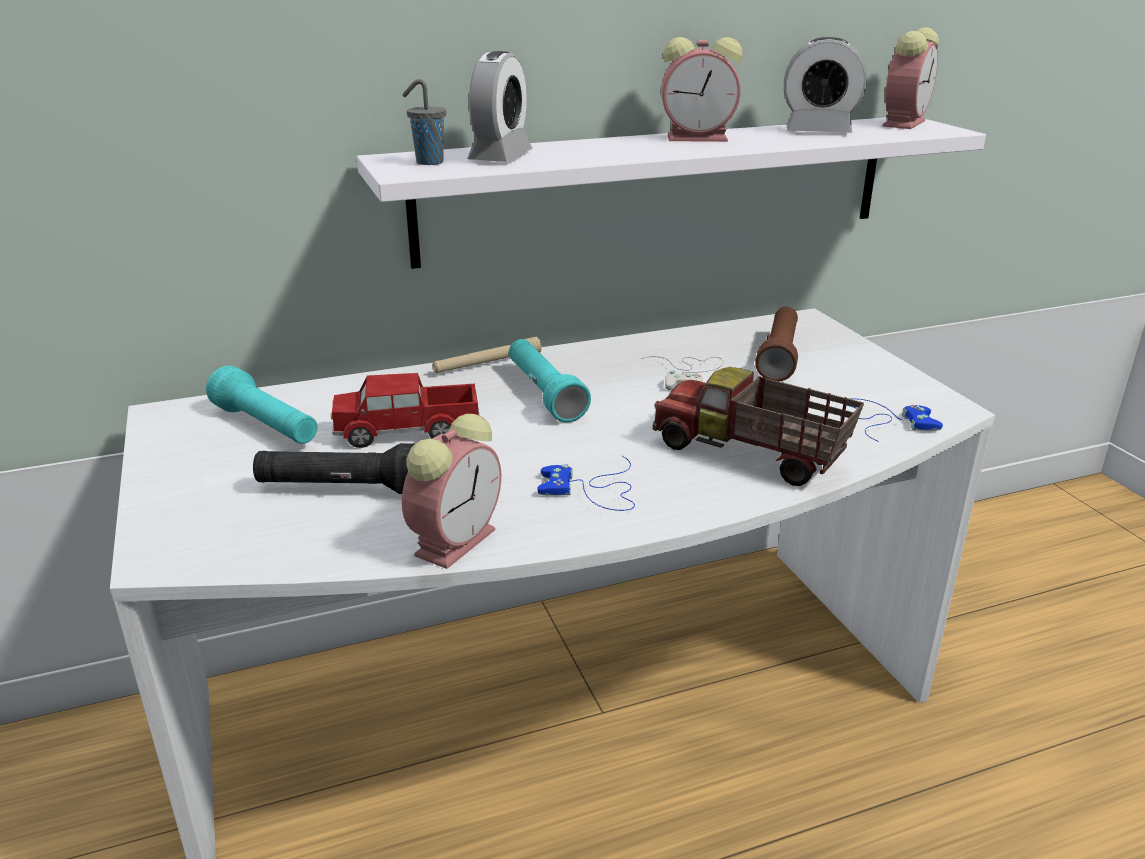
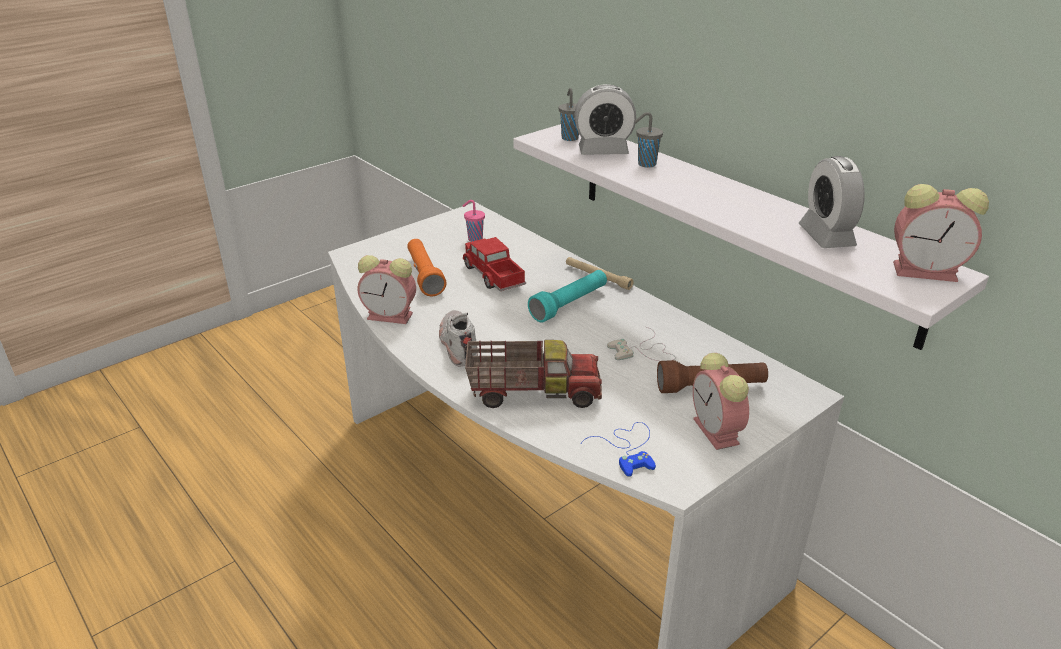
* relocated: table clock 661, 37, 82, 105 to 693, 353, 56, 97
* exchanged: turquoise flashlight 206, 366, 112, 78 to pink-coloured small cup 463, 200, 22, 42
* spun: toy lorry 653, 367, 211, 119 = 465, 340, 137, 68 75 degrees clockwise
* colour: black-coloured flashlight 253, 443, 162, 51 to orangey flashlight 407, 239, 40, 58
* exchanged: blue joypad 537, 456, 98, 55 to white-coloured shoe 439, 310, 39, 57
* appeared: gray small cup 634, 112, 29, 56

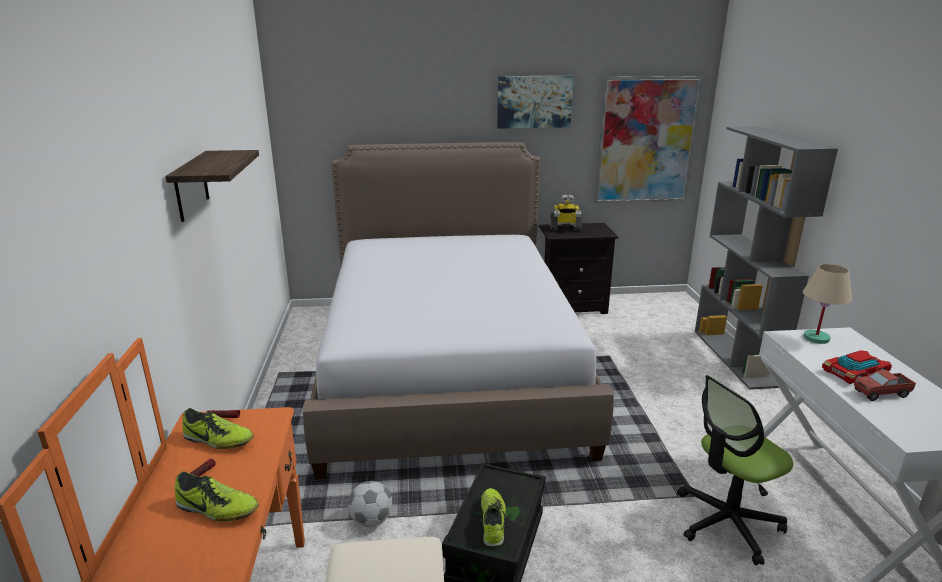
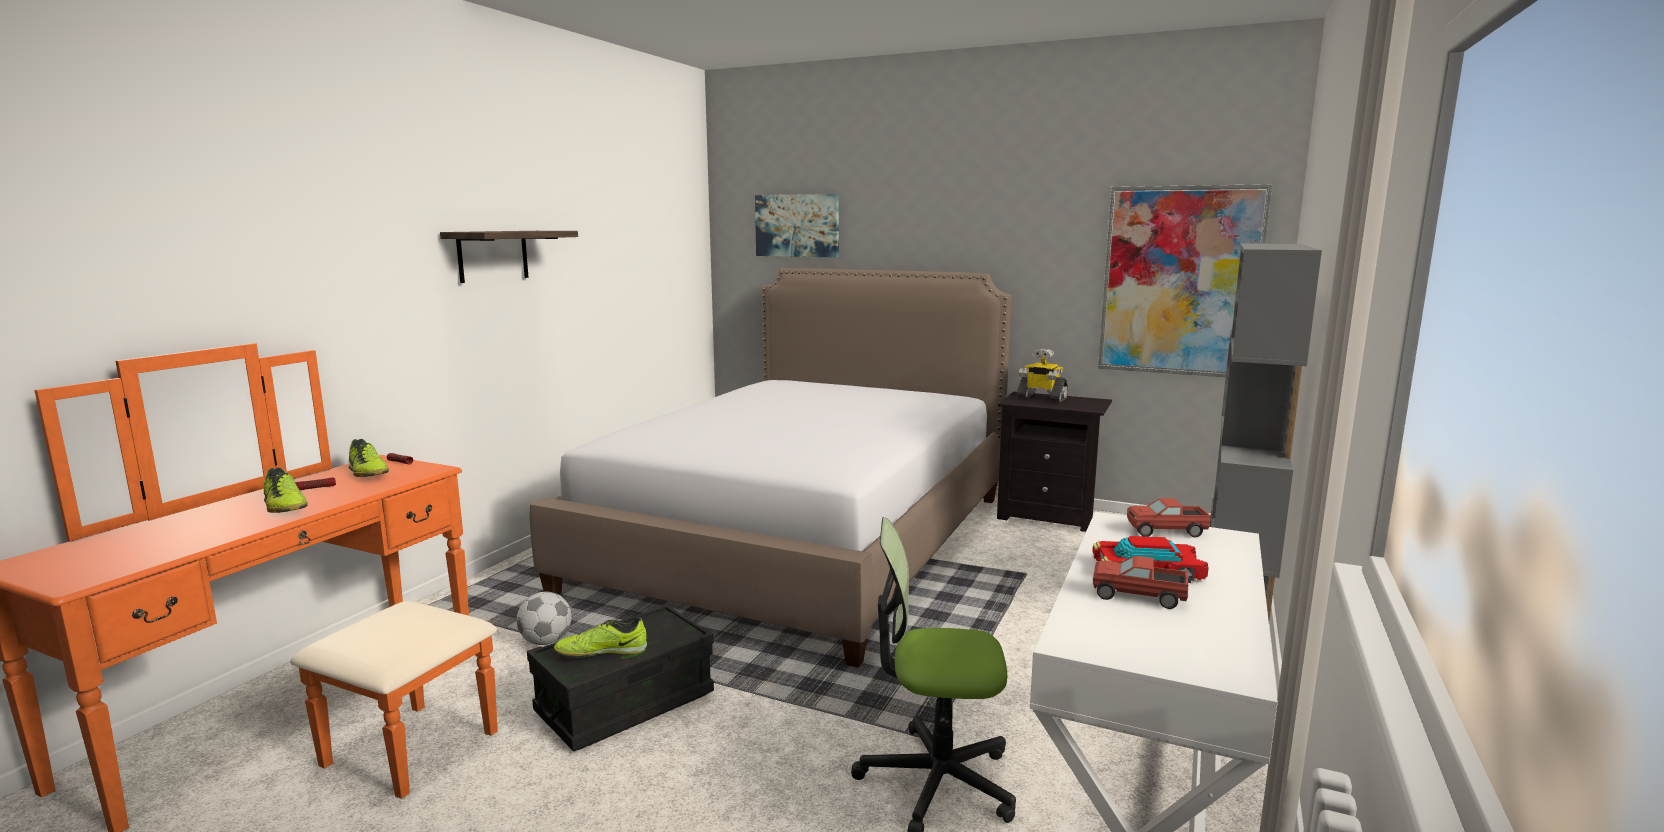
* relocated: picture 497, 76, 77, 53 to 755, 194, 84, 64
* exchanged: beige-coloured lamp for a table 803, 264, 49, 80 to toy lorry 1127, 498, 84, 40
* spun: shoe 481, 488, 25, 59 = 554, 617, 93, 41 135 degrees counterclockwise

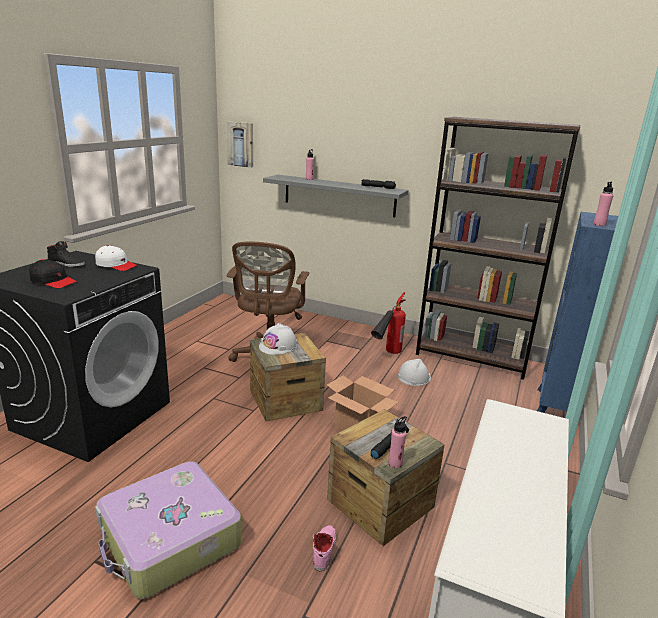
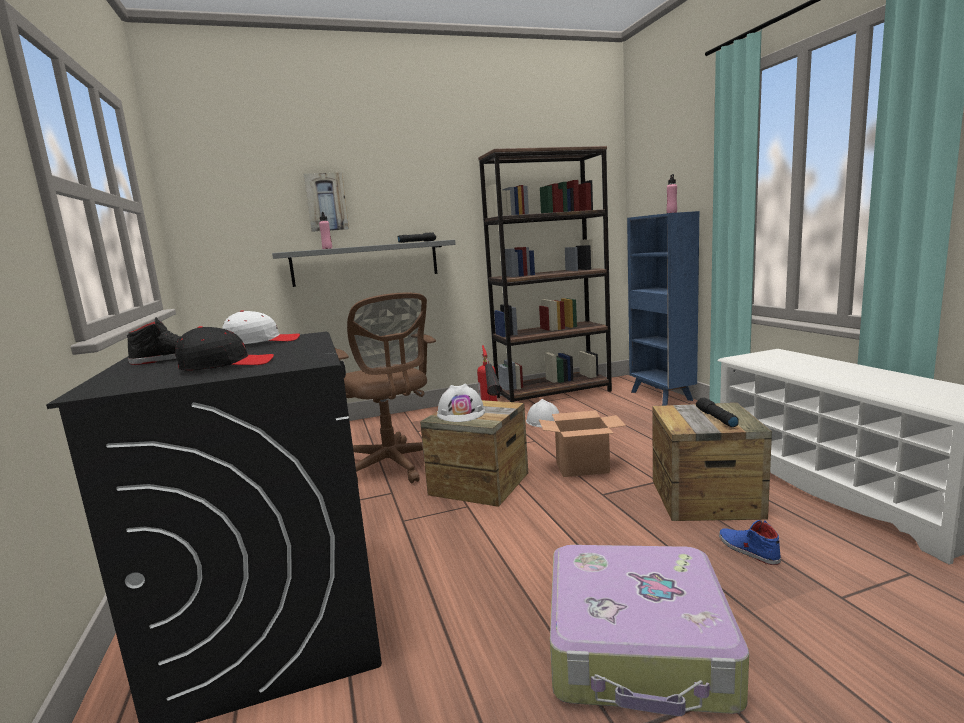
* relocated: picture 227, 122, 26, 46 to 304, 172, 45, 60
* missing: pink-coloured drink bottle 388, 416, 19, 52
* colour: pink-coloured shoe 312, 525, 24, 46 to blue shoe 719, 520, 62, 45

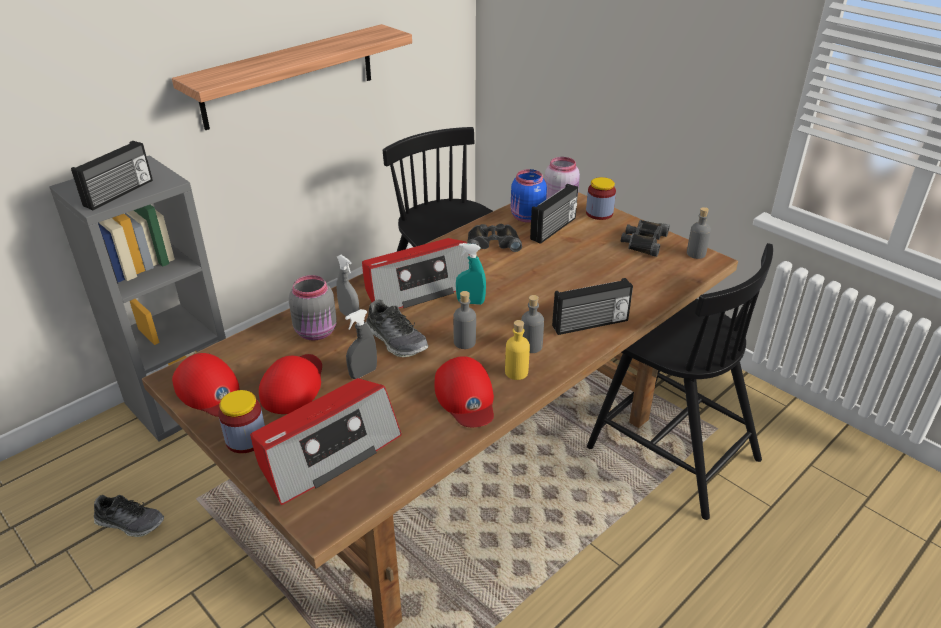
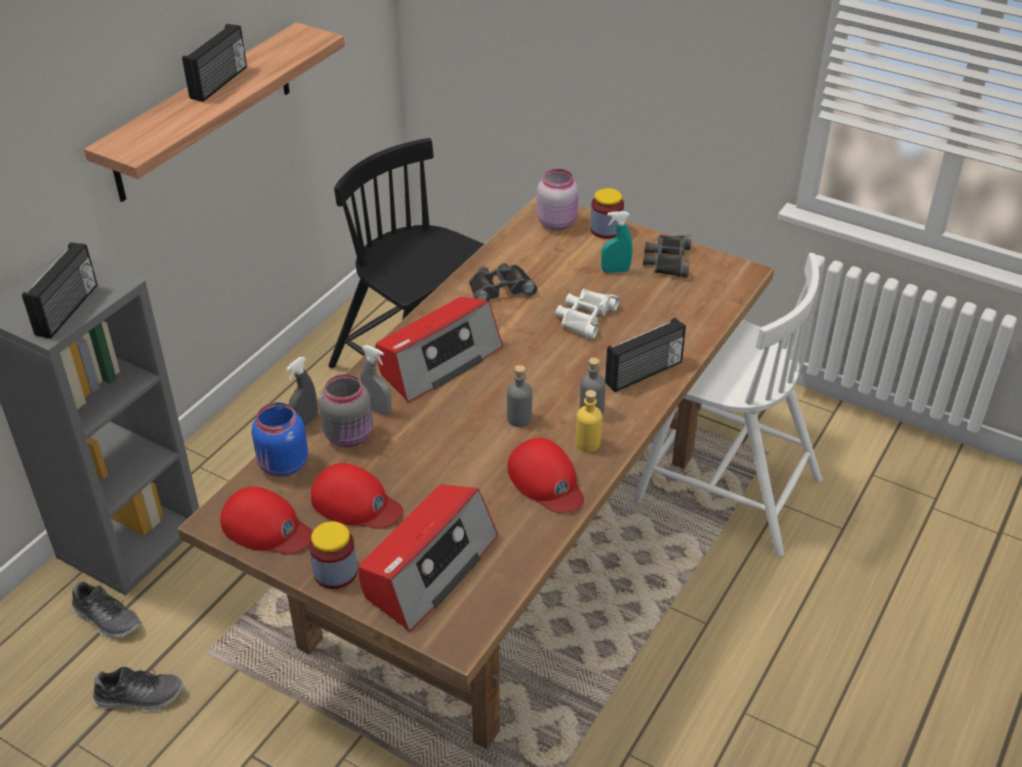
* relocated: blue preserve jar 511, 169, 36, 54 to 252, 402, 56, 75
* relocated: radio 530, 184, 48, 60 to 182, 24, 65, 78
* missing: gray drink bottle 687, 207, 24, 52
* relocated: turquoise sprayer 456, 243, 30, 62 to 601, 211, 32, 62
* colour: black-coloured upright chair 587, 243, 186, 277 to white-coloured upright chair 634, 253, 188, 304
* relocated: shoe 366, 299, 63, 58 to 72, 581, 69, 58
* relocated: gray sprayer 345, 309, 32, 70 to 286, 357, 32, 70
* spun: red cap 259, 354, 63, 60 = 311, 463, 92, 66 120 degrees clockwise
* appeared: white-coloured field glasses 556, 289, 64, 50

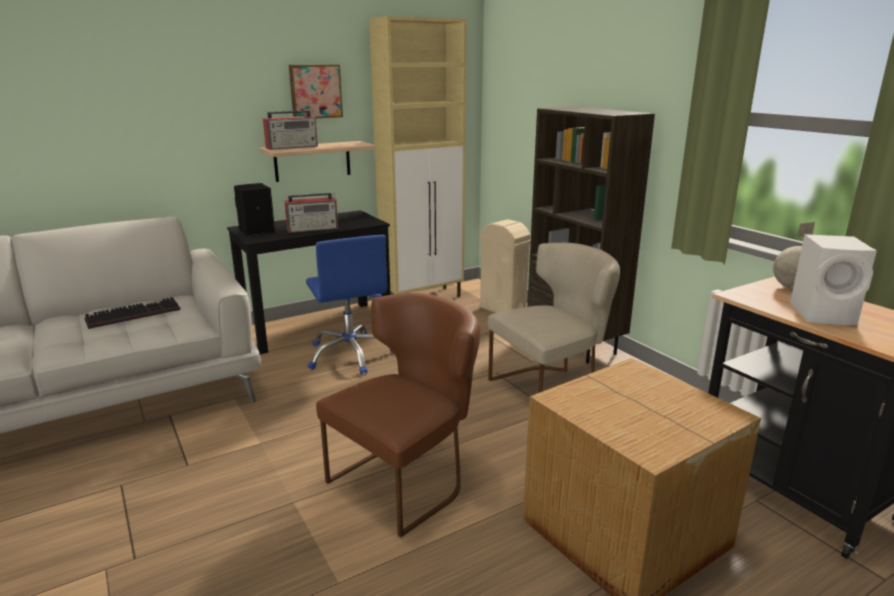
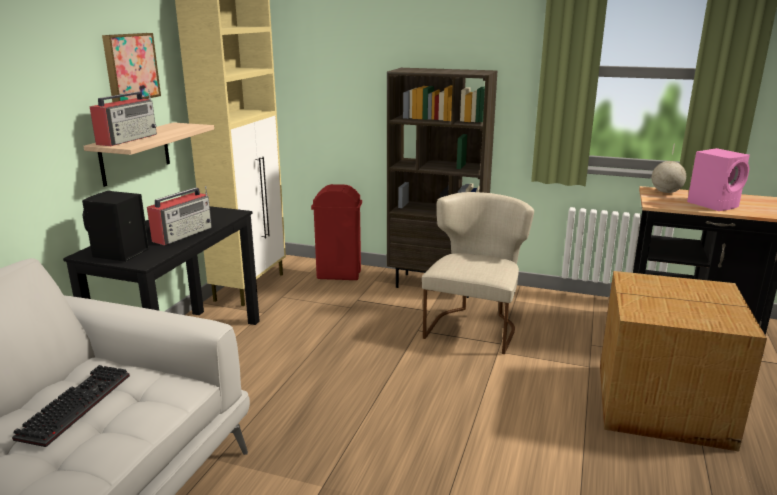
* colour: beige-coloured rubbish bin 479, 219, 52, 94 to red rubbish bin 311, 184, 51, 96
* colour: white-coloured speaker 790, 234, 87, 91 to pink-coloured speaker 687, 148, 63, 63
* missing: blue computer chair 306, 235, 88, 140
* missing: brownish upright chair 316, 293, 164, 244

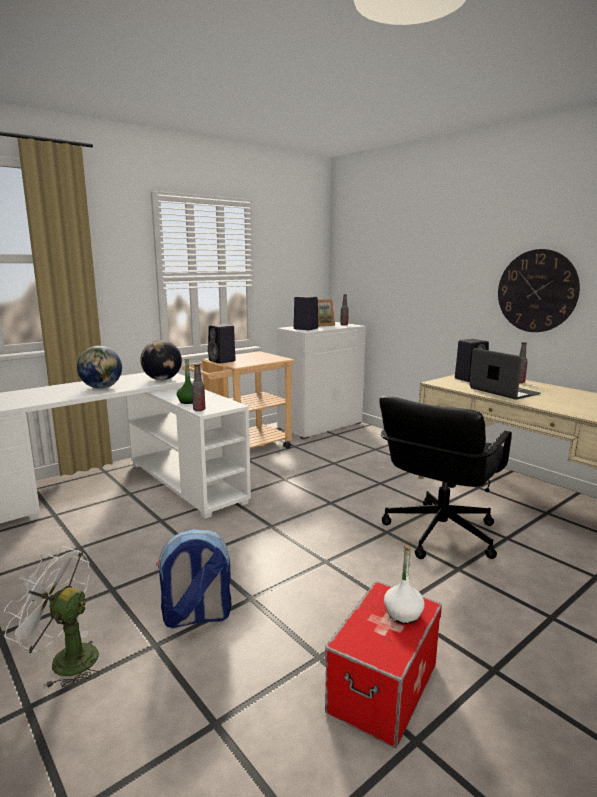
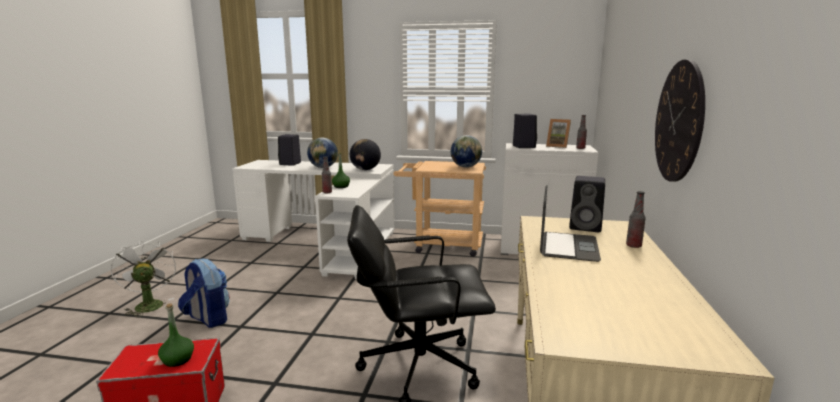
* relocated: black-coloured speaker 208, 324, 28, 39 to 278, 134, 23, 32
* colour: white-coloured drink bottle 384, 545, 41, 79 to greenish drink bottle 158, 303, 36, 64
* appeared: globe 451, 135, 31, 33

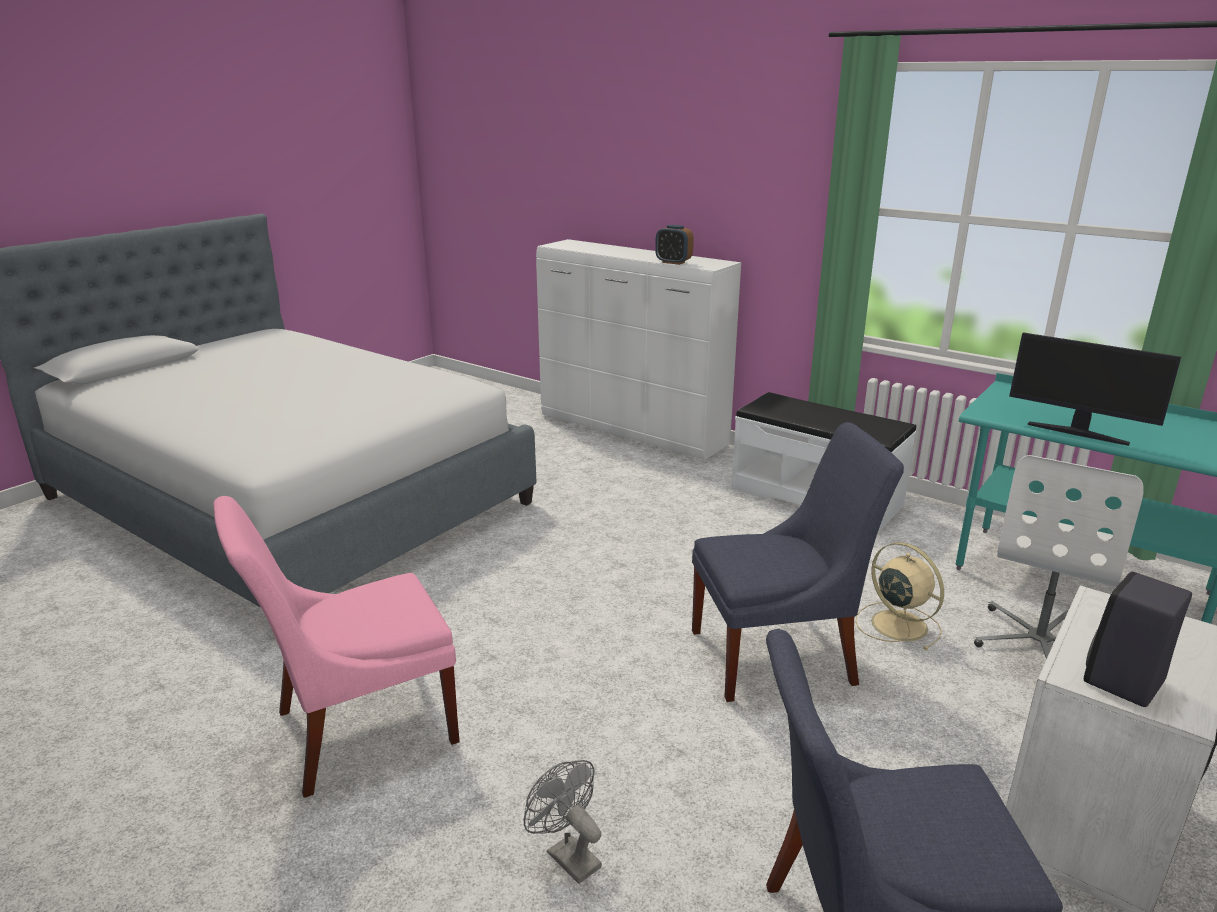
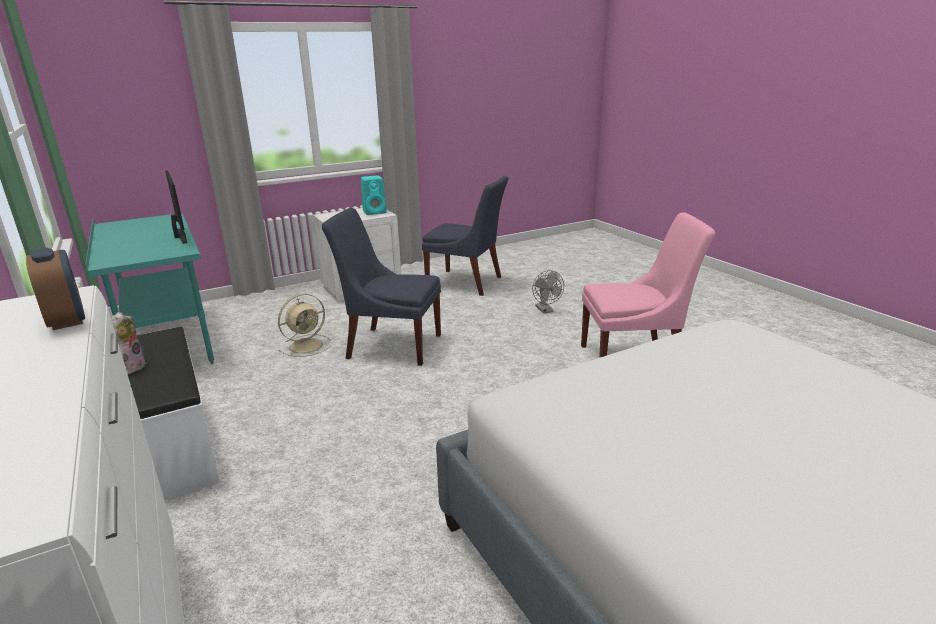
* missing: white-coloured computer chair 974, 455, 170, 204
* spun: beige-coloured fan 855, 542, 89, 108 = 278, 294, 54, 63 120 degrees counterclockwise
* colour: black-coloured speaker 1084, 572, 108, 135 to turquoise speaker 361, 175, 26, 40
* appeared: soft toy 111, 312, 35, 62

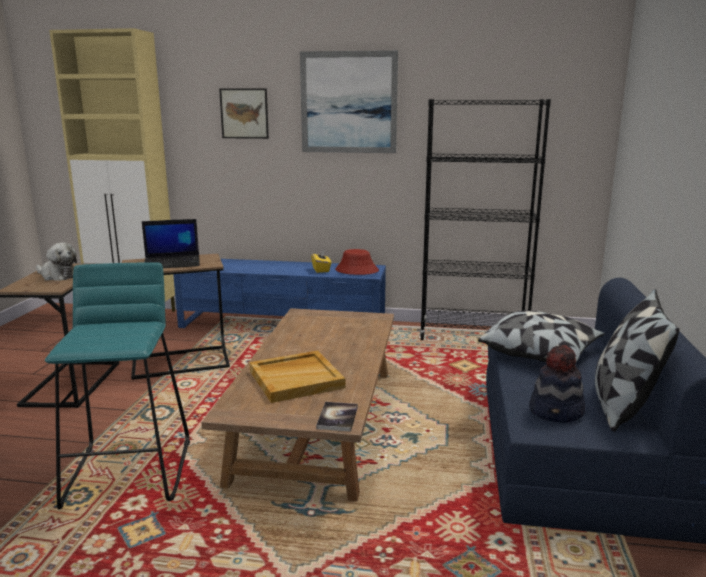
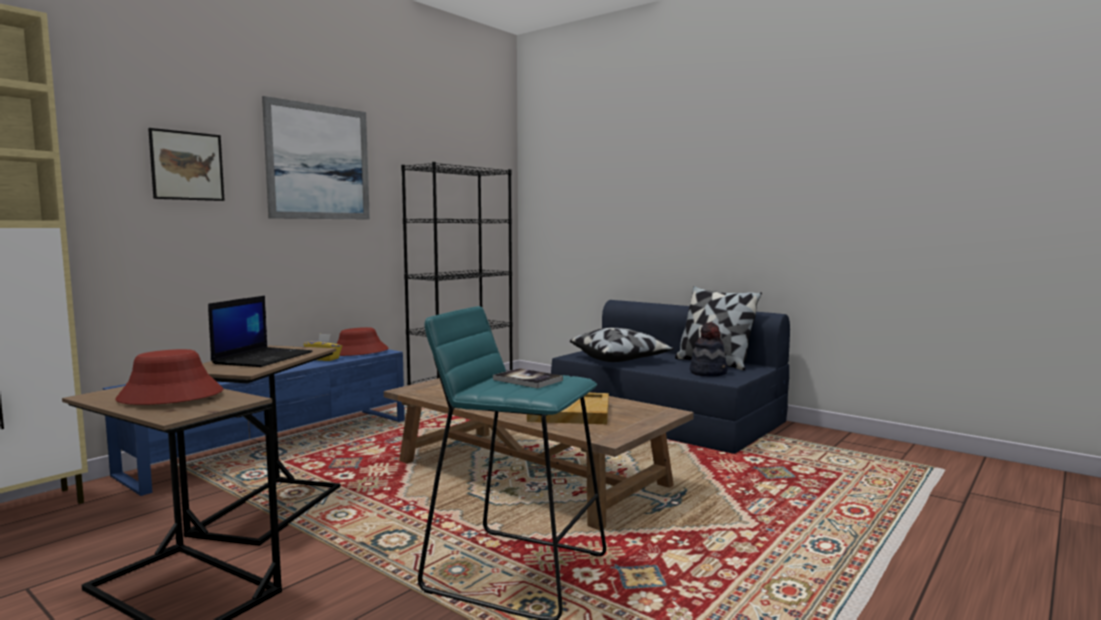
* exchanged: soft toy 36, 243, 41, 38 to red hat 115, 349, 108, 56
* relocated: book 316, 402, 42, 30 to 493, 368, 70, 20

